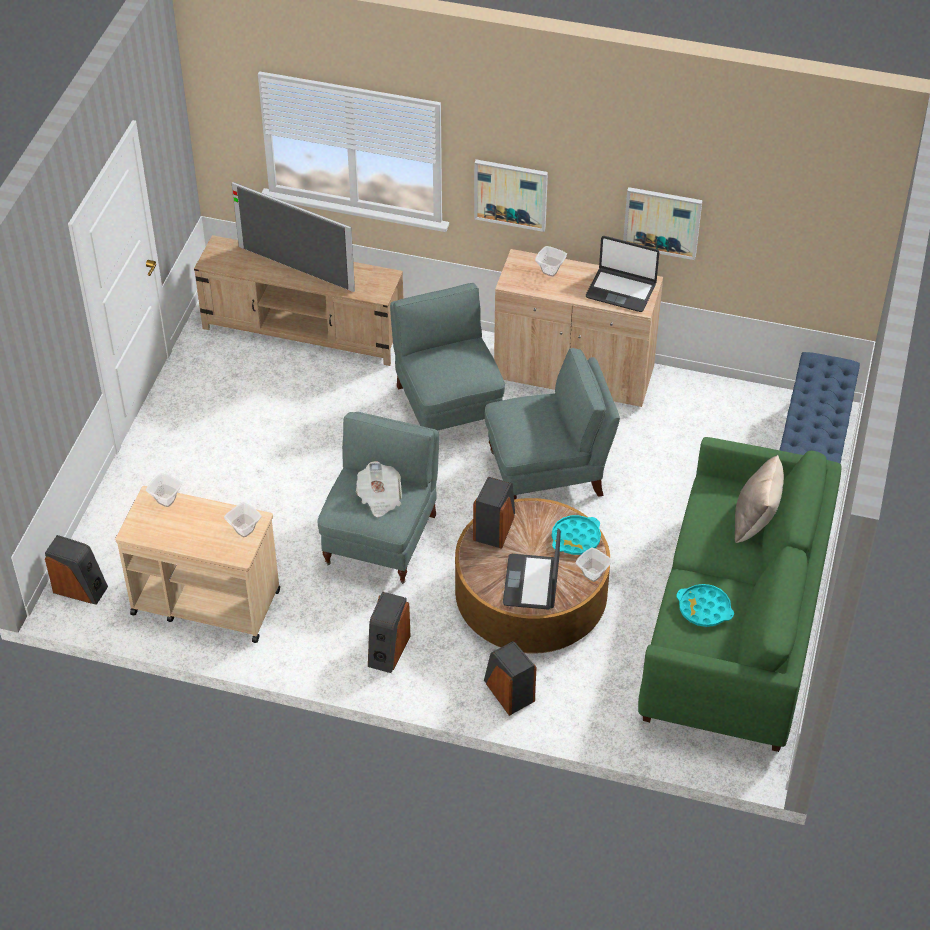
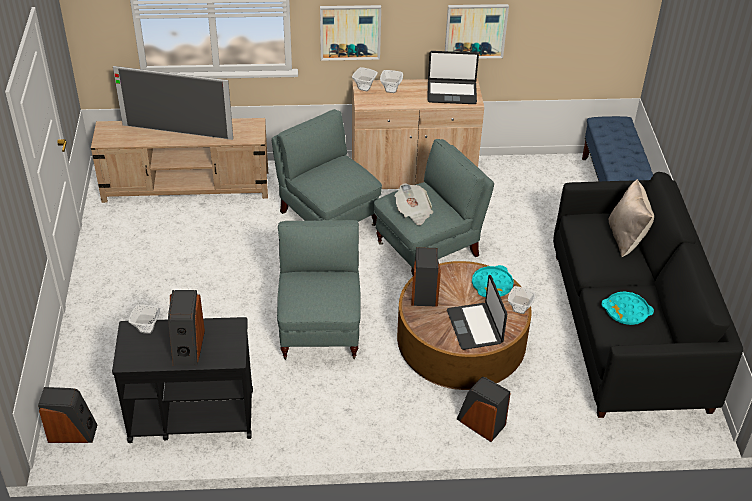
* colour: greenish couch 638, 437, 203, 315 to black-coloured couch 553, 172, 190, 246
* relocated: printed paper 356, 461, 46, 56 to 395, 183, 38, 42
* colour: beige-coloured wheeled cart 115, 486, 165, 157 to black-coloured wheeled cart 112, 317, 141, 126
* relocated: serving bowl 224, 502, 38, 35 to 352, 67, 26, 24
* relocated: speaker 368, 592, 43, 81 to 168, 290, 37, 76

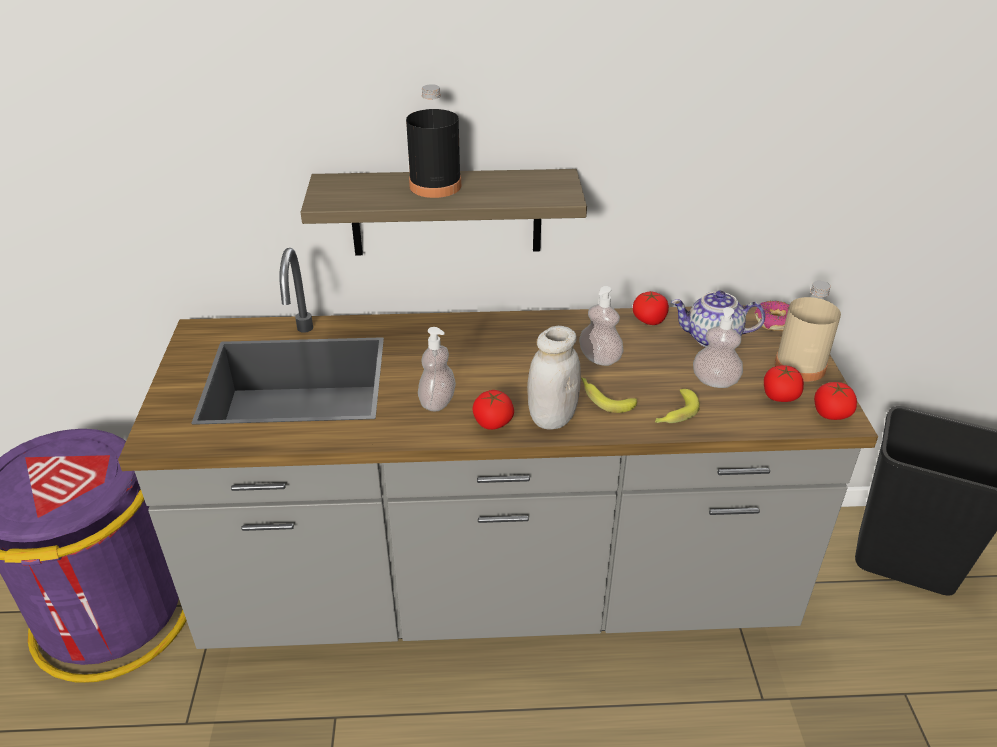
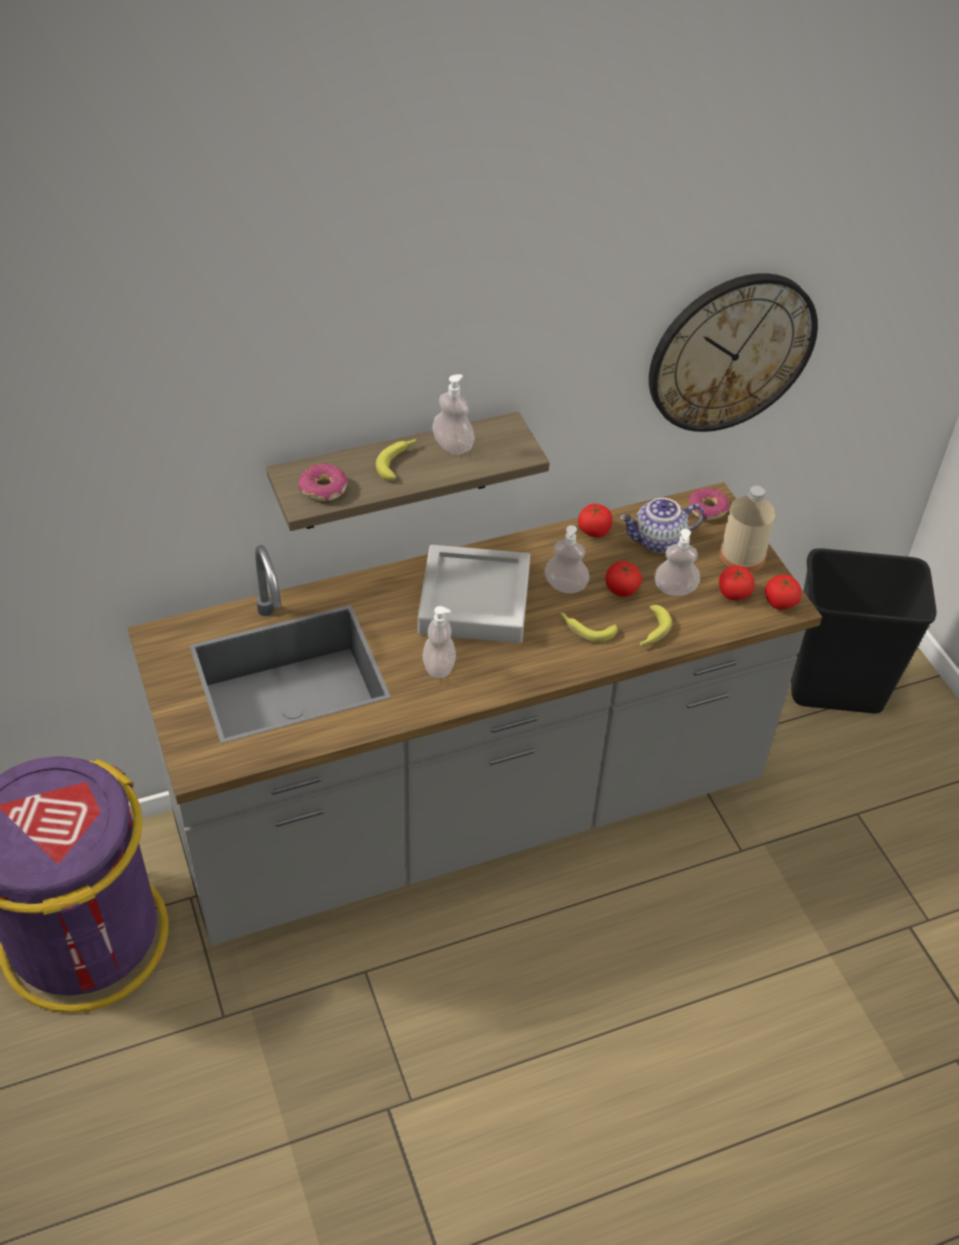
* exchanged: black-coloured drink bottle 406, 84, 55, 114 to banana fruit 376, 439, 40, 42
* missing: white-coloured preserve jar 527, 326, 54, 103
* relocated: fresh tomato 472, 390, 42, 40 to 605, 561, 37, 36
* appeared: wall clock 649, 273, 169, 159
* appeared: soap dispenser 432, 374, 43, 81
* appeared: donut 299, 463, 49, 38
* appeared: gray carrying tray 418, 545, 112, 98

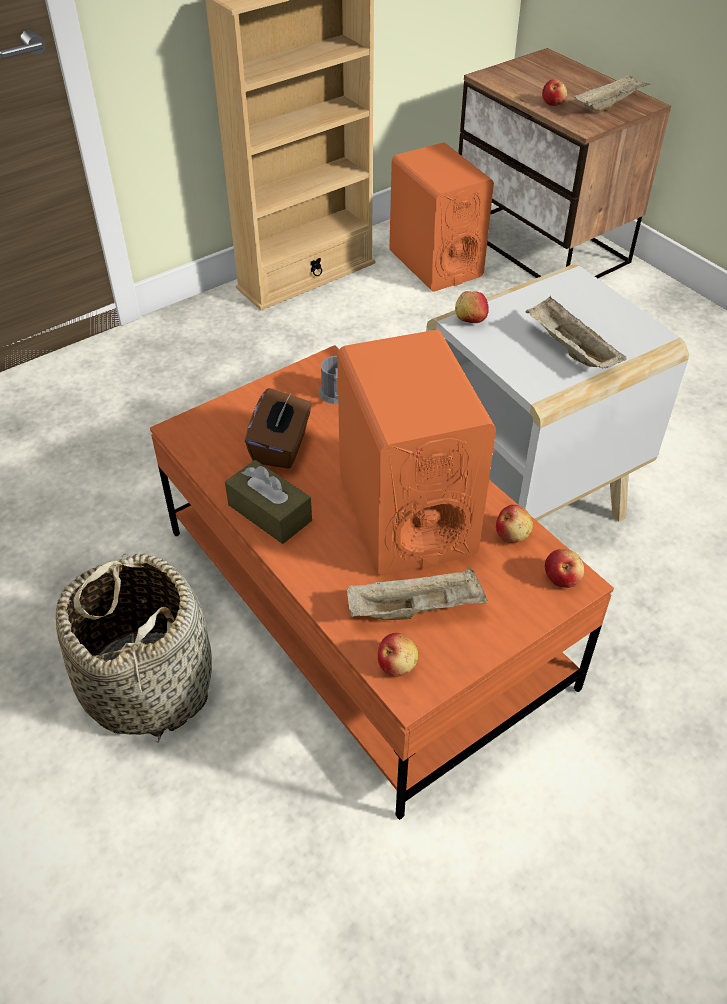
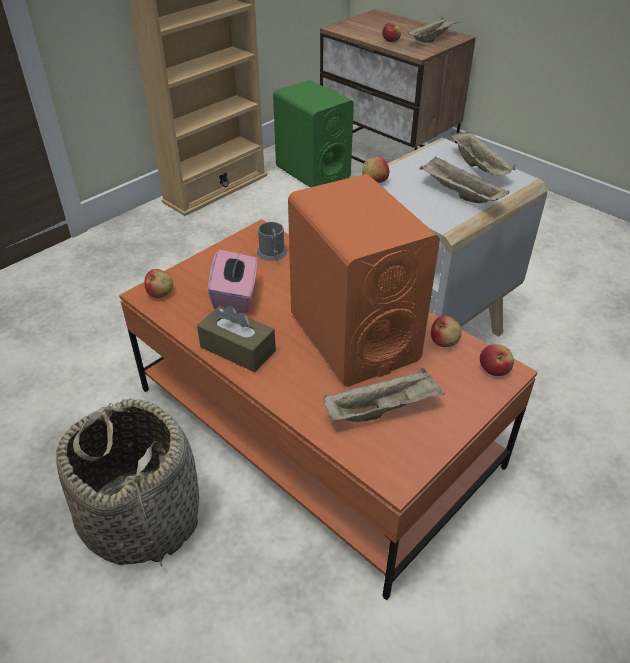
* colour: orangey speaker 389, 143, 105, 149 to greenish speaker 273, 80, 81, 107
* colour: brownish tissue holder 245, 388, 67, 81 to pink-coloured tissue holder 208, 250, 49, 63
* relocated: apple fruit 378, 633, 40, 44 to 144, 269, 29, 29
* appeared: beige-coloured carrying tray 450, 131, 65, 45

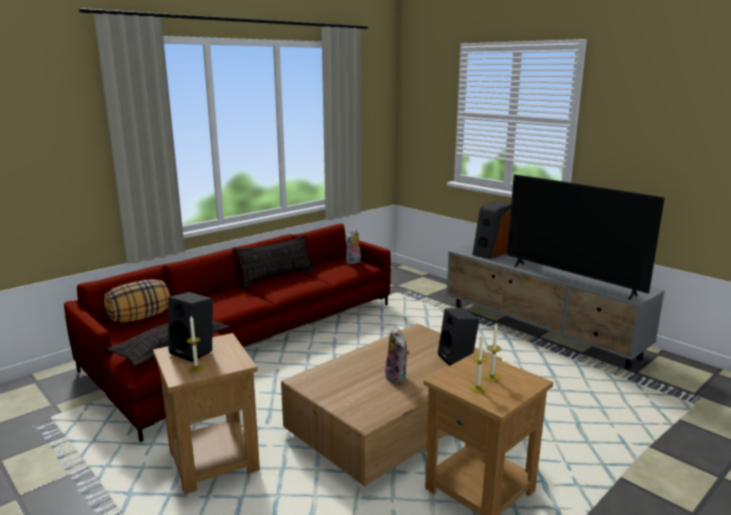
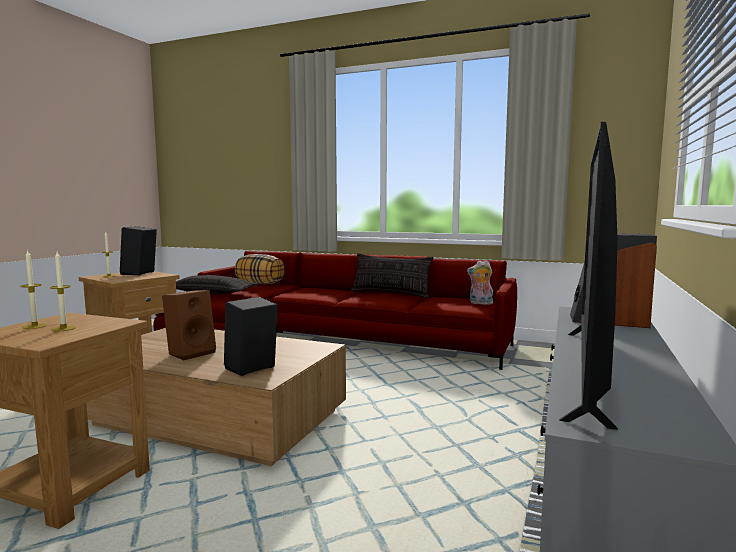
* exchanged: soft toy 385, 326, 24, 58 to brownish speaker 162, 290, 54, 70

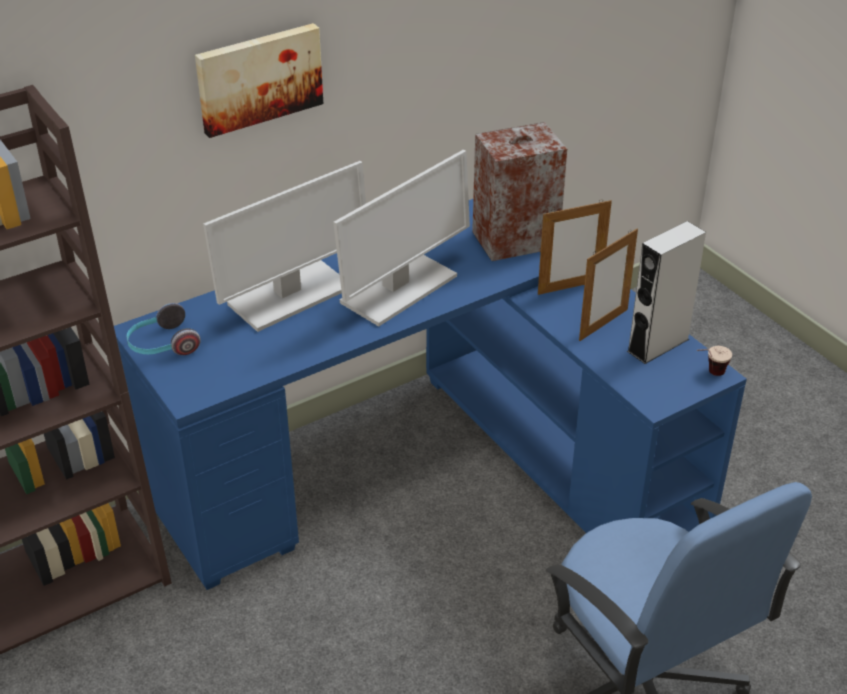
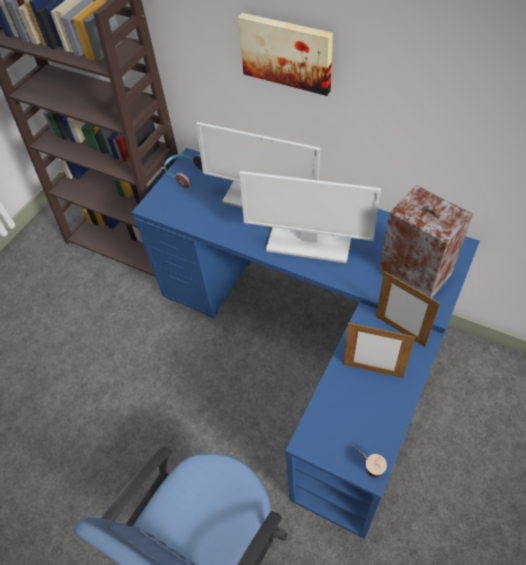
* missing: gray speaker 627, 221, 79, 143

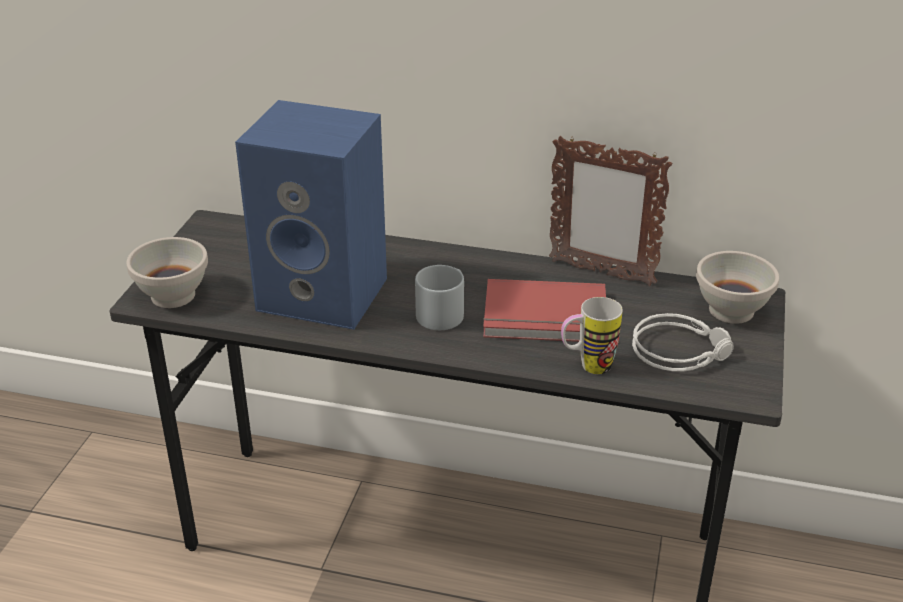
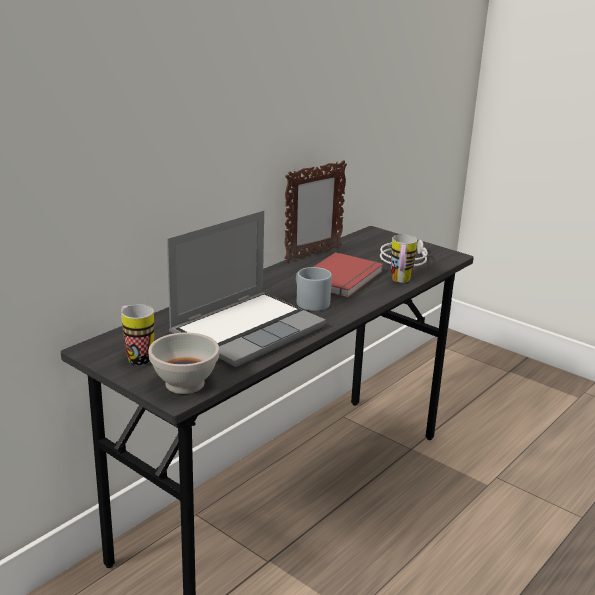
* exchanged: blue speaker 235, 100, 152, 230 to laptop 167, 210, 159, 157
* missing: white-coloured serving bowl 696, 251, 83, 73
* appeared: tea mug 121, 304, 33, 61

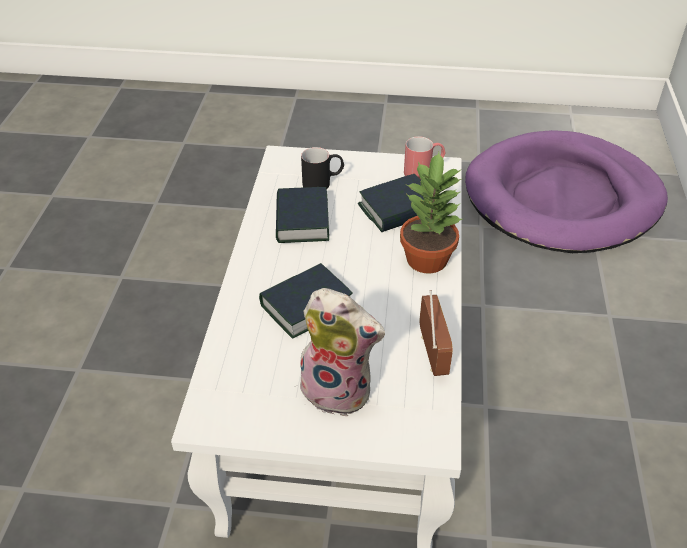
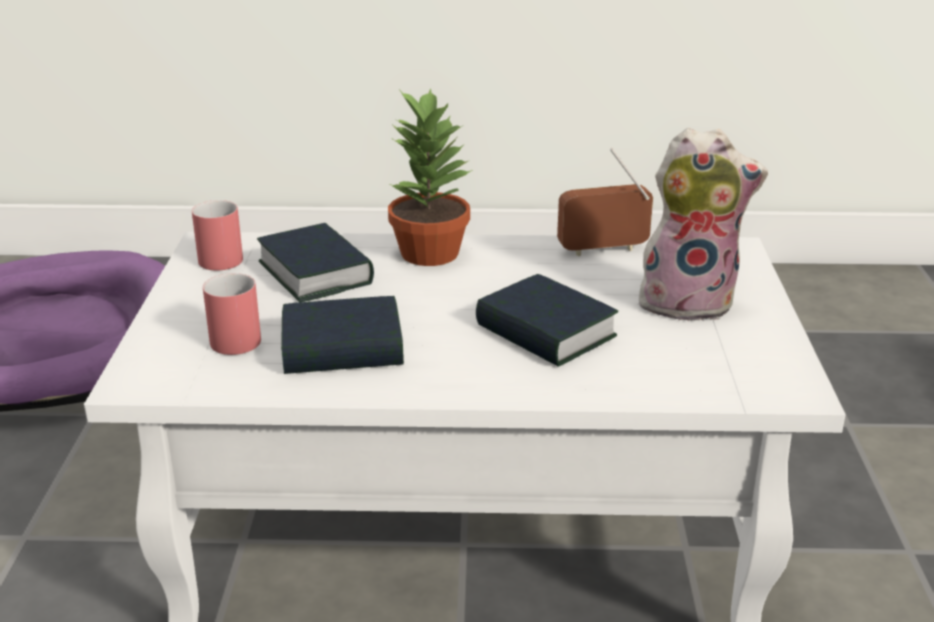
* colour: black-coloured tea mug 301, 147, 43, 42 to red tea mug 203, 273, 58, 82
* spun: soft toy 298, 288, 87, 129 = 638, 127, 130, 194 75 degrees clockwise

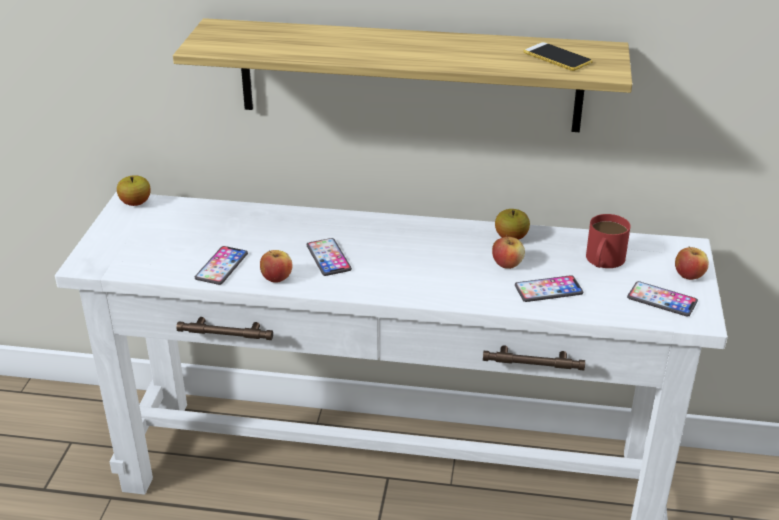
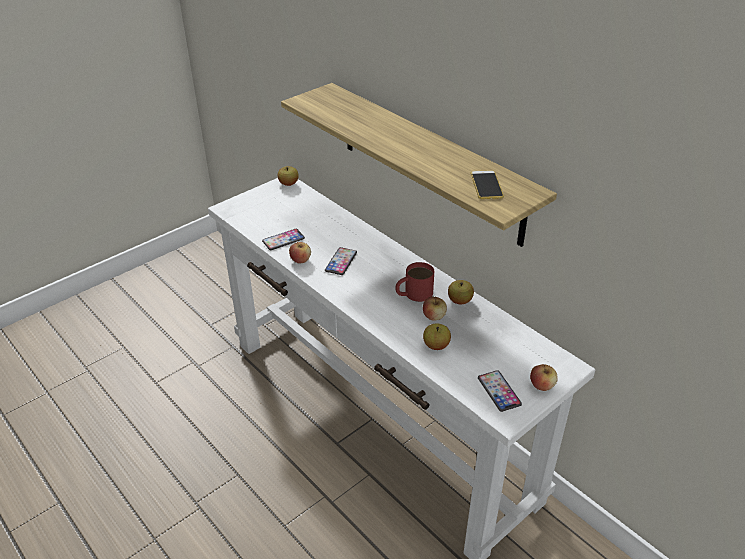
* relocated: red tea mug 586, 214, 45, 54 to 395, 262, 39, 40
* exchanged: telephone 515, 275, 68, 27 to apple fruit 423, 324, 28, 26

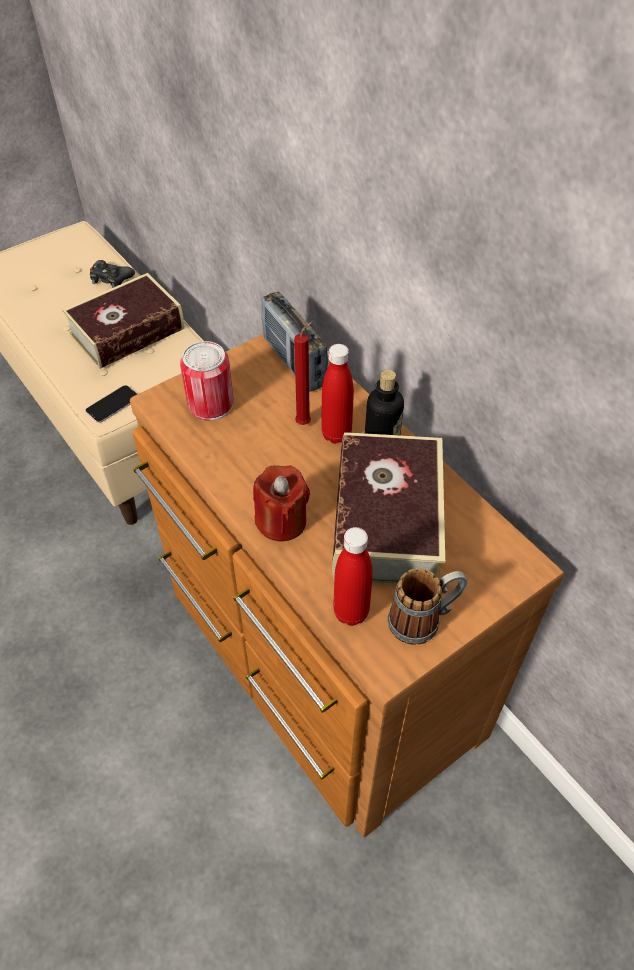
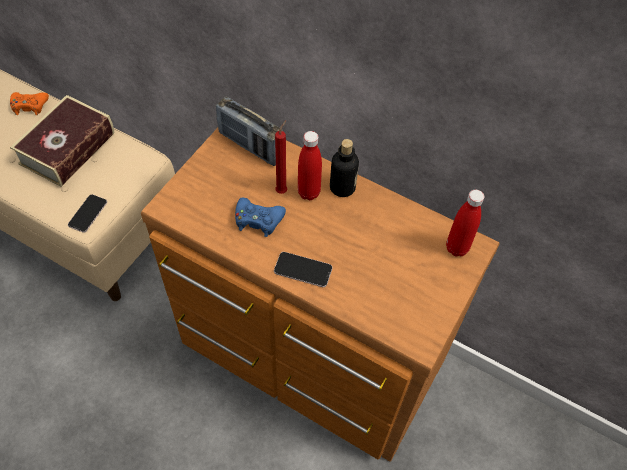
* colour: black-coloured joypad 90, 260, 45, 28 to orangey joypad 10, 92, 39, 23
* missing: sealed can 180, 341, 54, 80
* missing: book 332, 432, 113, 154
* exchanged: red wax candle 253, 465, 57, 77 to telephone 274, 252, 58, 35
* relocated: red drink bottle 333, 527, 40, 99 to 446, 190, 38, 66
* missing: tea mug 388, 568, 80, 77
* appeared: blue joypad 235, 198, 51, 39

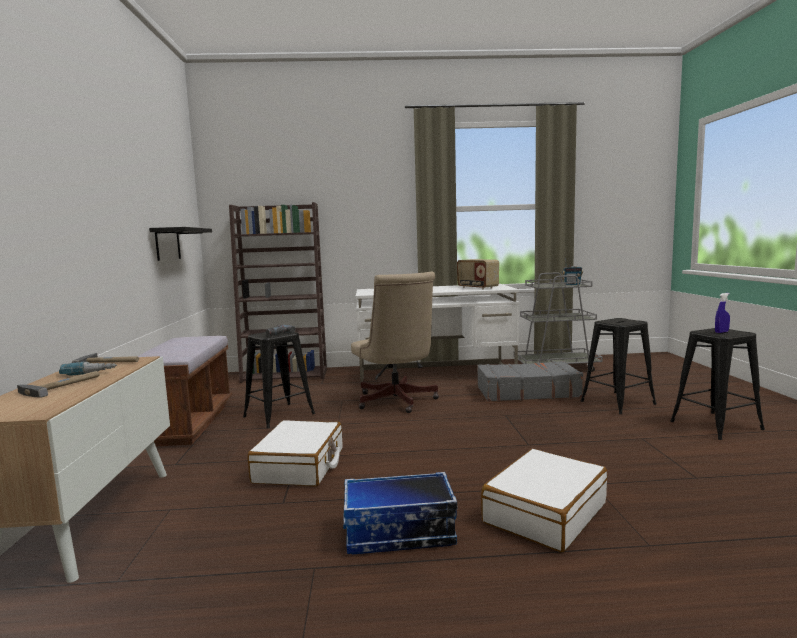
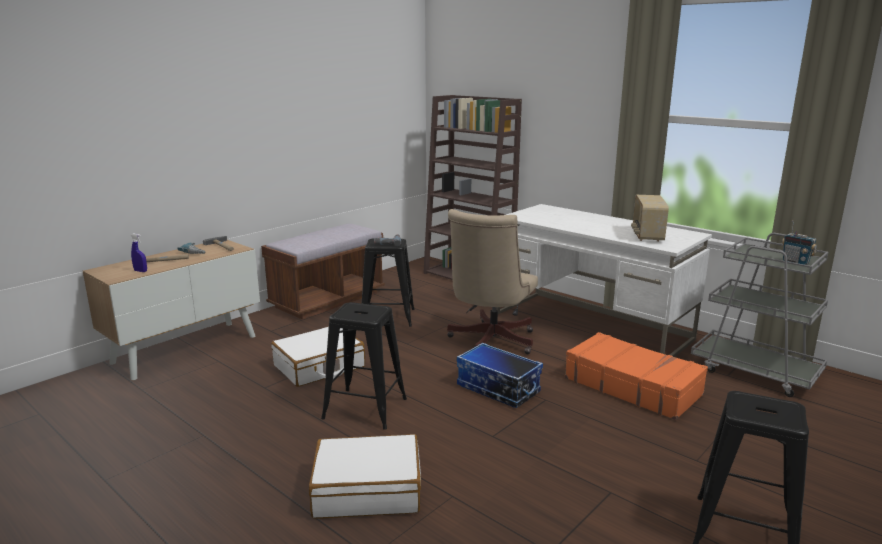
* missing: black-coloured shelf 149, 227, 63, 34
* relocated: blue sprayer 715, 293, 15, 40 to 130, 234, 17, 38
* relocated: black-coloured stool seat 581, 318, 76, 96 to 321, 302, 86, 128
* colour: gray travel case 477, 361, 106, 41 to orangey travel case 565, 332, 143, 88
* relocated: storage container 343, 472, 114, 82 to 457, 343, 86, 65

